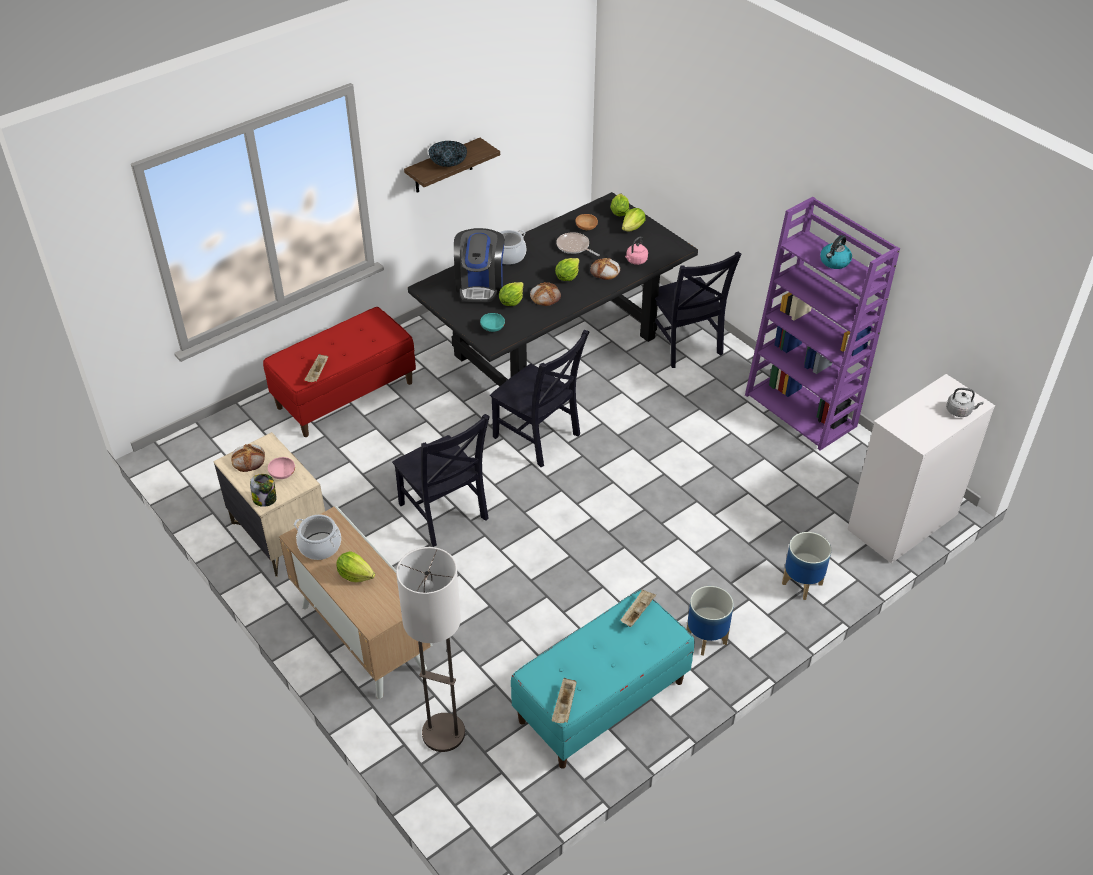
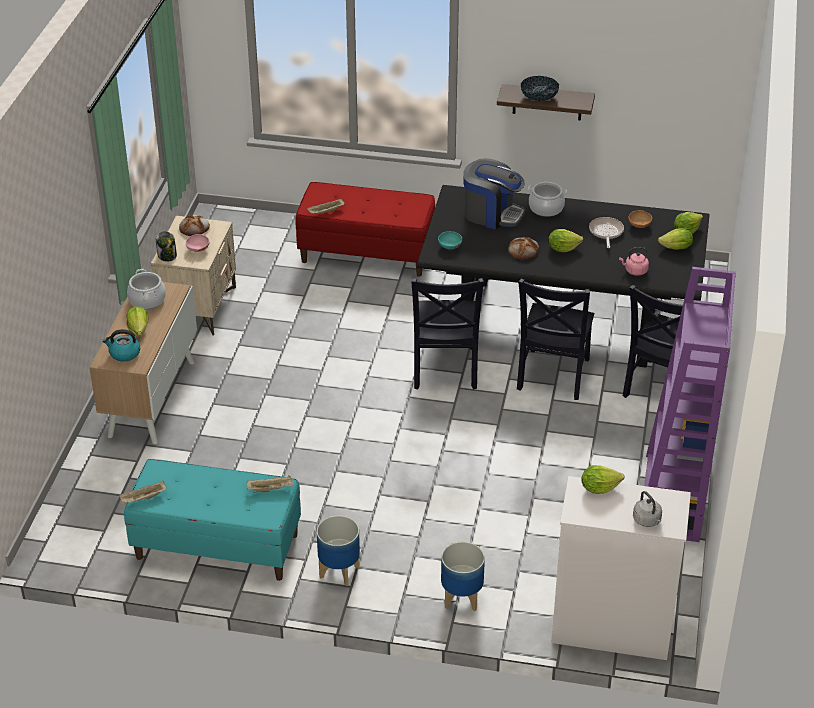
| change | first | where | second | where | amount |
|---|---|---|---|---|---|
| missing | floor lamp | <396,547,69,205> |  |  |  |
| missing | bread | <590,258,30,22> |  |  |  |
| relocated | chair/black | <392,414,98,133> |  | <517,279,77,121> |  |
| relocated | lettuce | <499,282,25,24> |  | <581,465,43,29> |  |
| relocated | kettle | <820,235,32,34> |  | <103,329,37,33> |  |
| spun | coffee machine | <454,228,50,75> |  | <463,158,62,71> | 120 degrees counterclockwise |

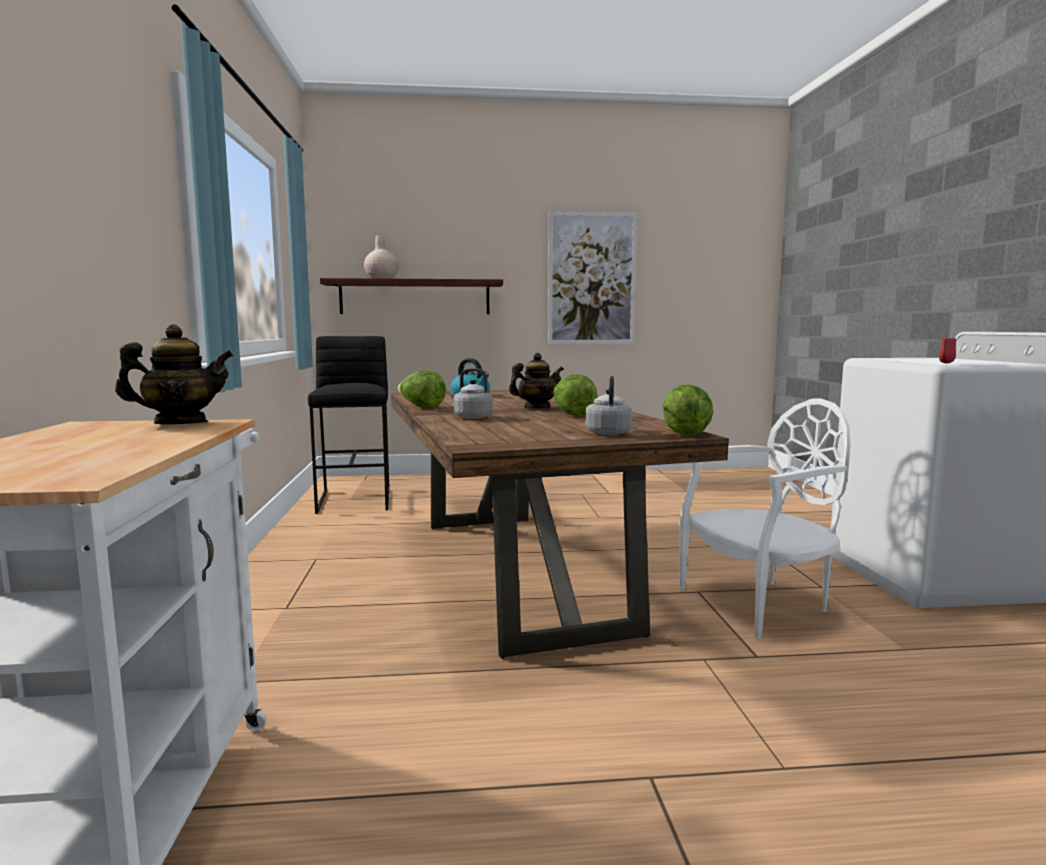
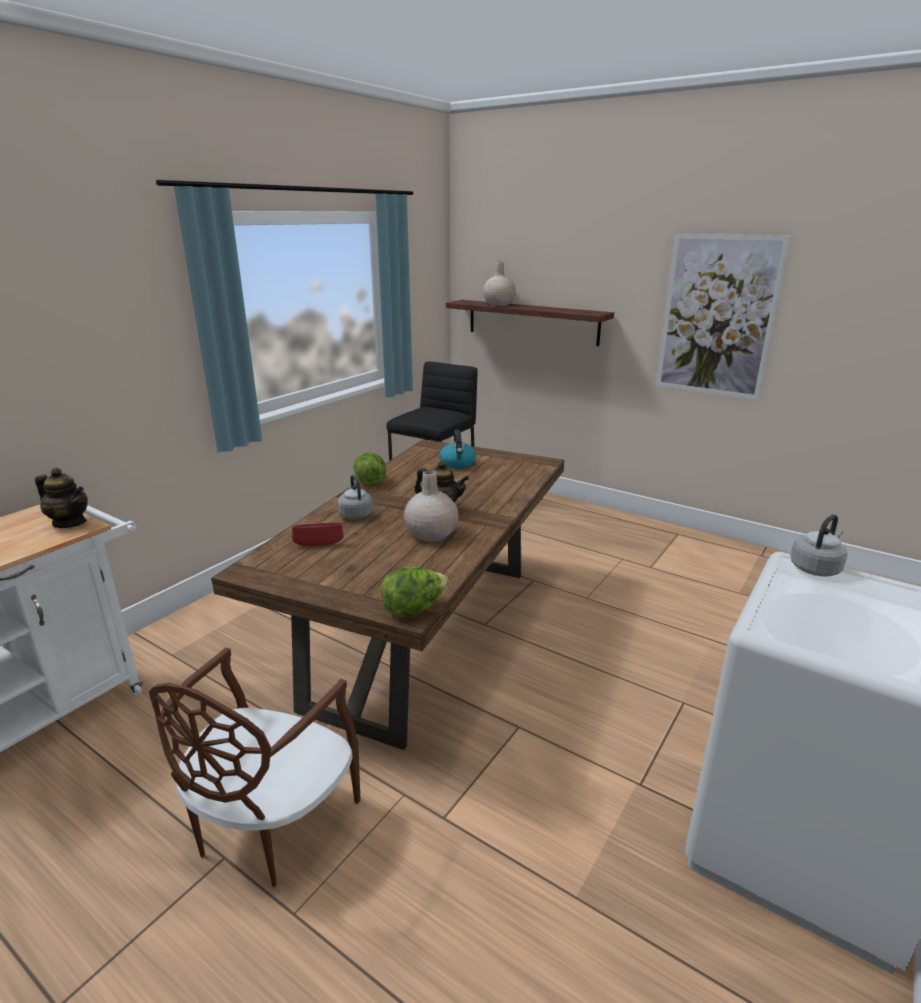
| change | first | where | second | where | amount |
|---|---|---|---|---|---|
| missing | chair/white | <679,399,171,240> |  |  |  |
| appeared |  |  | chair/brown | <149,647,212,240> |  |
| relocated | kettle/grey | <585,376,47,59> |  | <790,514,58,63> |  |
| relocated | bowl/red | <939,338,17,25> |  | <292,523,52,23> |  |
| exchanged | lettuce | <553,374,44,42> | vase/beige | <404,470,54,72> |  |

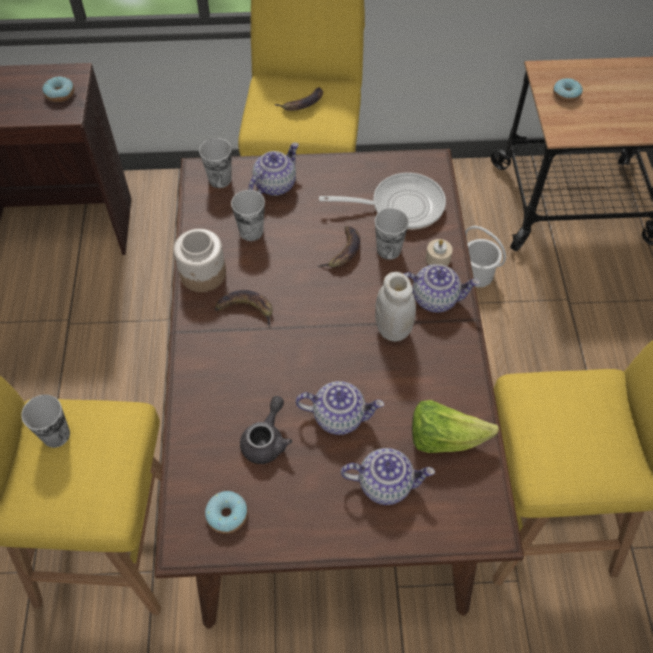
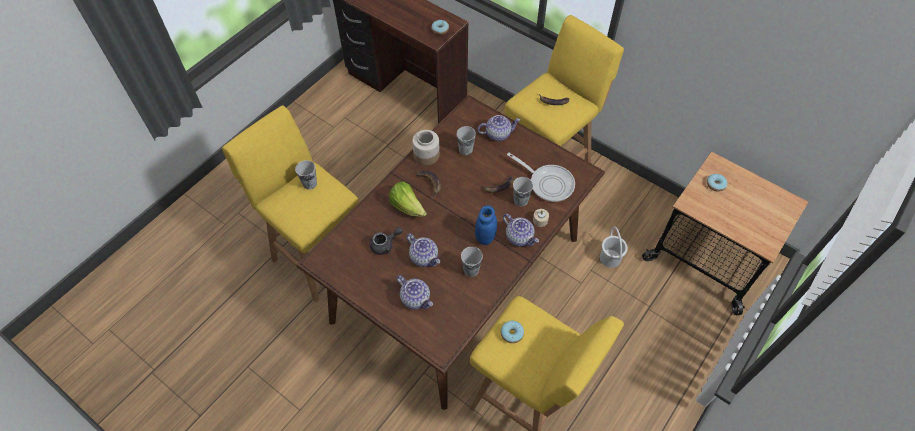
| change | first | where | second | where | amount |
|---|---|---|---|---|---|
| relocated | cup | <199,138,32,50> |  | <461,247,22,30> |  |
| relocated | donut | <205,491,43,43> |  | <501,321,23,22> |  |
| relocated | lettuce | <412,400,87,53> |  | <389,181,38,36> |  |
| colour | jar/white | <375,272,41,70> | jar/blue | <475,206,22,39> |  |

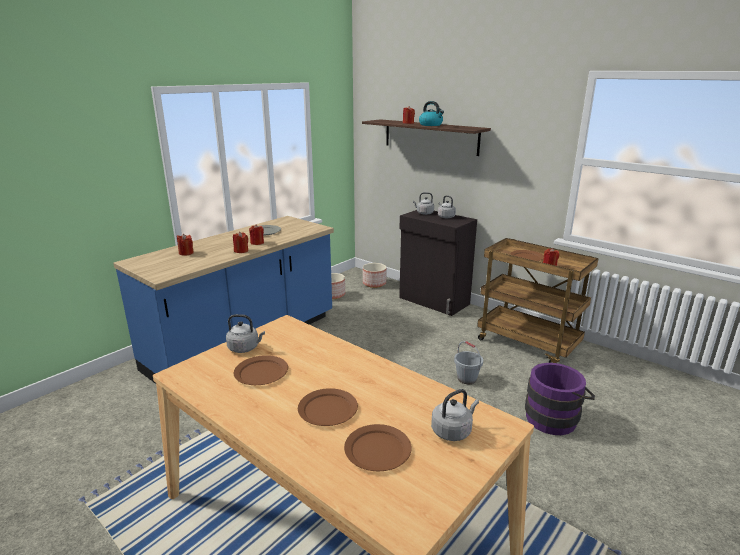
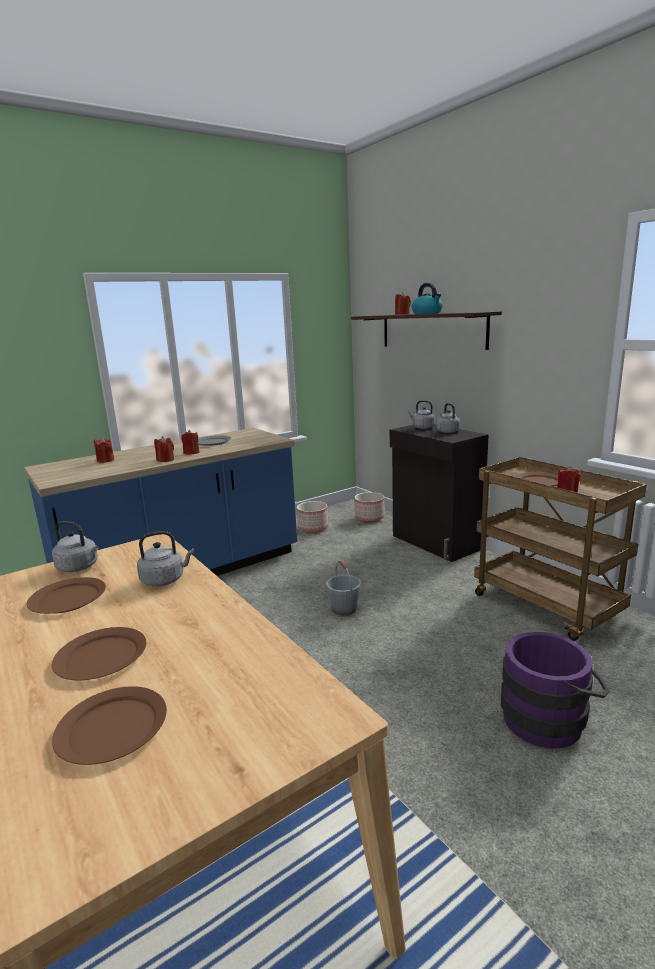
| change | first | where | second | where | amount |
|---|---|---|---|---|---|
| relocated | kettle/grey | <431,389,48,52> |  | <137,531,57,56> |  |
| relocated | bucket/grey | <454,341,29,43> |  | <326,561,35,54> |  |

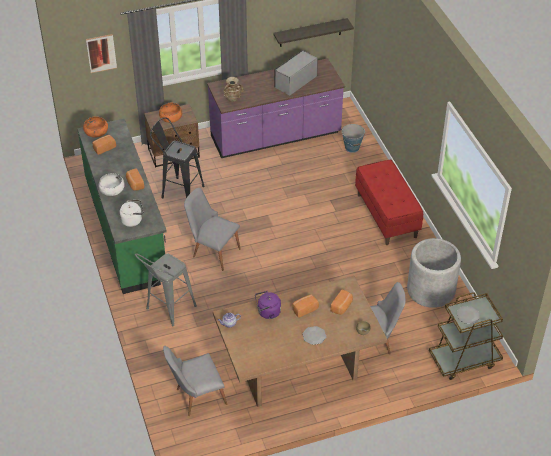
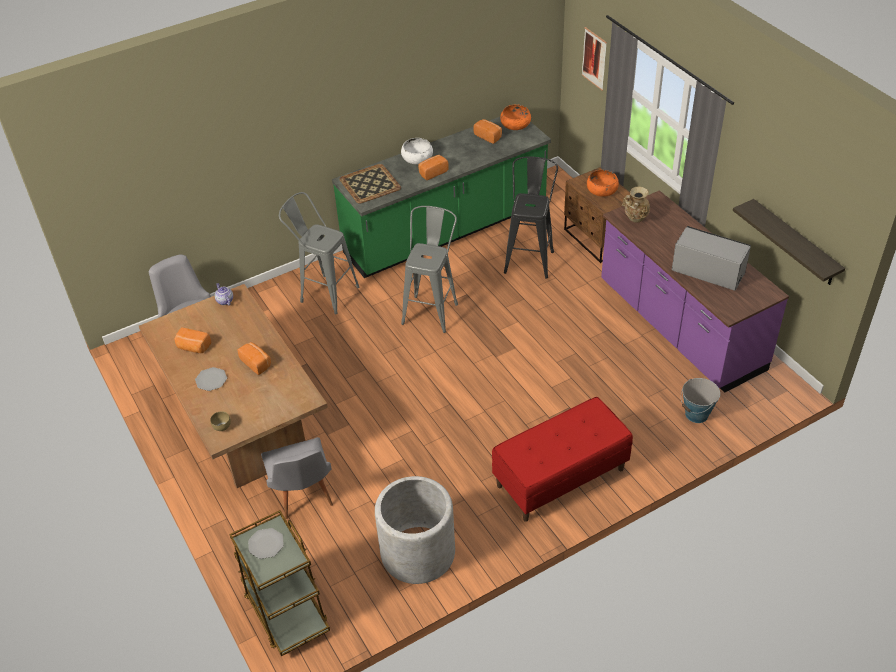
| change | first | where | second | where | amount |
|---|---|---|---|---|---|
| missing | kettle/purple | <255,291,26,28> |  |  |  |
| relocated | bread | <330,289,23,26> |  | <174,327,37,26> |  |
| exchanged | kettle/white | <119,200,25,27> | tray | <340,164,61,40> |  |
| exchanged | chair/grey | <184,188,57,83> | stool/grey | <401,206,57,127> |  |

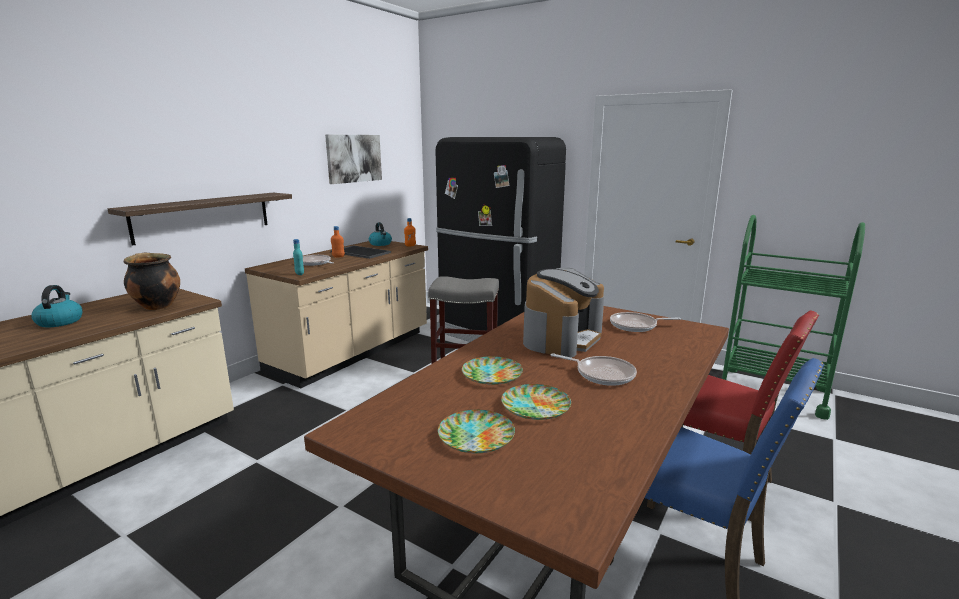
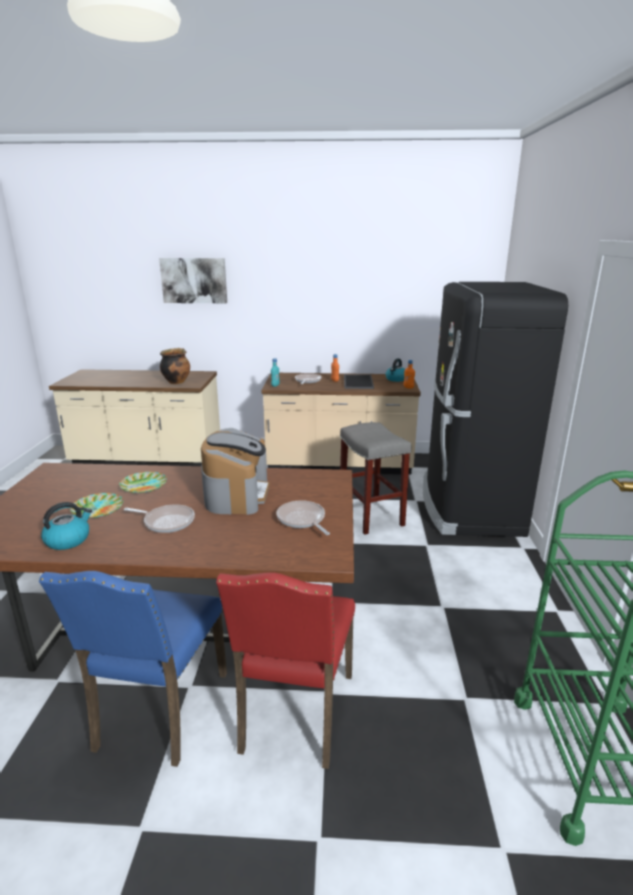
| change | first | where | second | where | amount |
|---|---|---|---|---|---|
| missing | shelf | <108,193,184,53> |  |  |  |
| missing | plate | <438,410,77,43> |  |  |  |
| relocated | kettle | <31,285,51,43> |  | <41,502,51,48> |  |
| relocated | picture | <325,134,57,50> |  | <159,258,68,45> |  |
| spun | coffee machine | <523,268,81,90> |  | <201,428,69,87> | 90 degrees counterclockwise |
| spun | frying pan | <551,353,86,33> |  | <124,504,71,29> | 75 degrees counterclockwise |

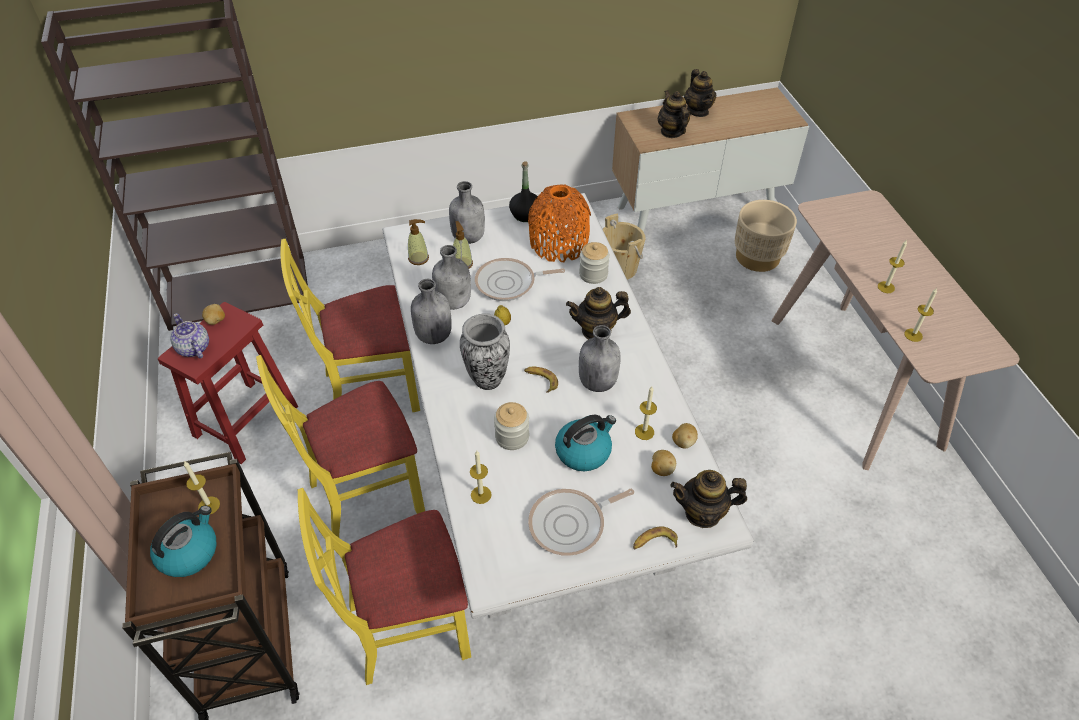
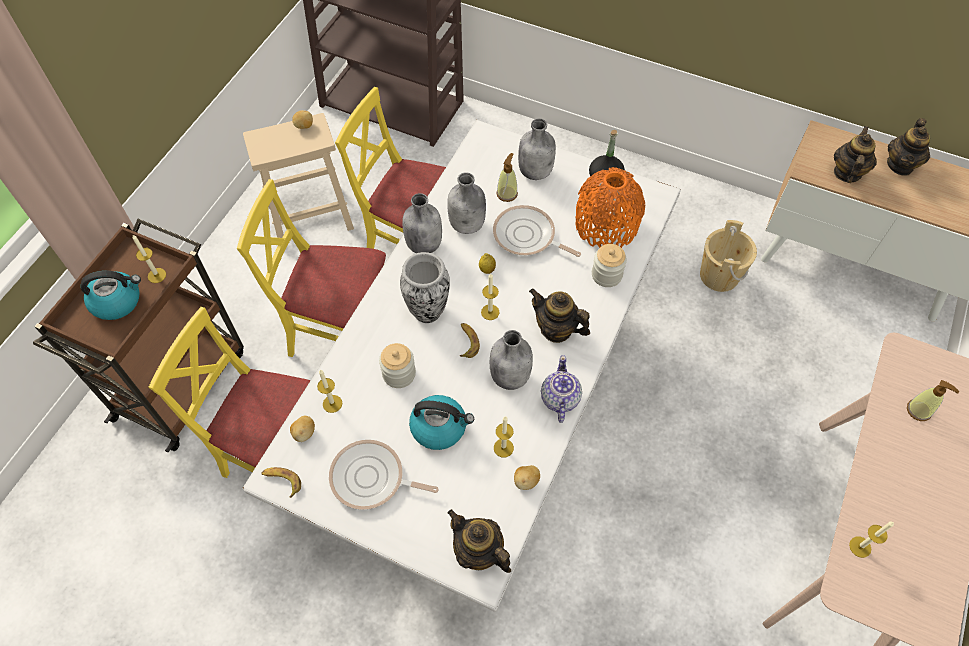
| change | first | where | second | where | amount |
|---|---|---|---|---|---|
| missing | planter/beige | <735,200,62,72> |  |  |  |
| relocated | teapot | <170,313,39,46> |  | <541,355,41,68> |  |
| relocated | soap dispenser | <408,219,21,46> |  | <907,380,52,41> |  |
| relocated | banana | <633,526,45,23> |  | <261,467,40,31> |  |
| relocated | potato | <651,450,25,26> |  | <290,416,25,26> |  |
| relocated | candle | <878,240,29,53> |  | <481,274,19,46> |  |
| colour | stool/red | <158,302,140,162> | stool/beige | <243,113,111,125> |  |

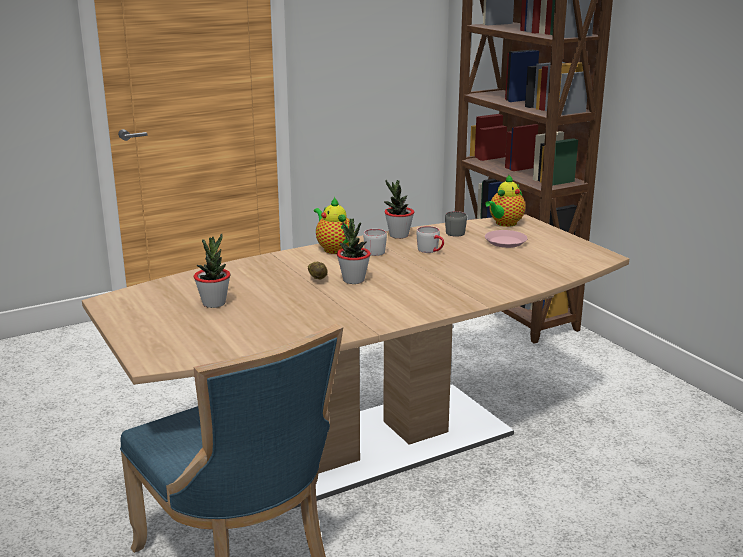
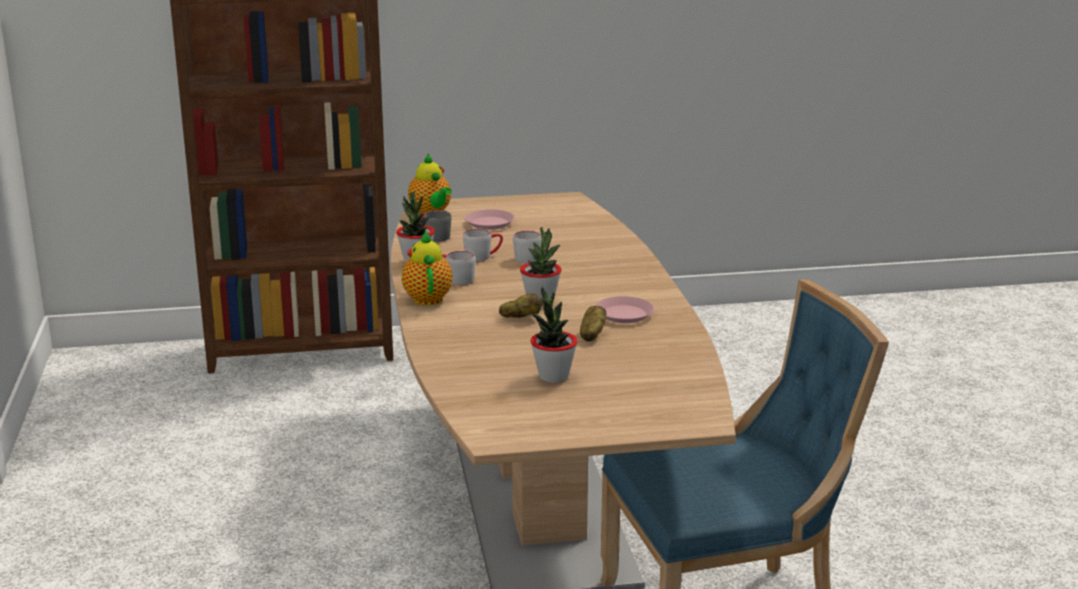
| change | first | where | second | where | amount |
|---|---|---|---|---|---|
| appeared |  |  | mug/grey | <513,231,28,33> |  |
| appeared |  |  | potato | <580,306,27,36> |  |
| appeared |  |  | plate/pink | <595,296,59,27> |  |
| spun | teapot | <314,197,36,57> |  | <402,230,50,75> | 90 degrees clockwise |

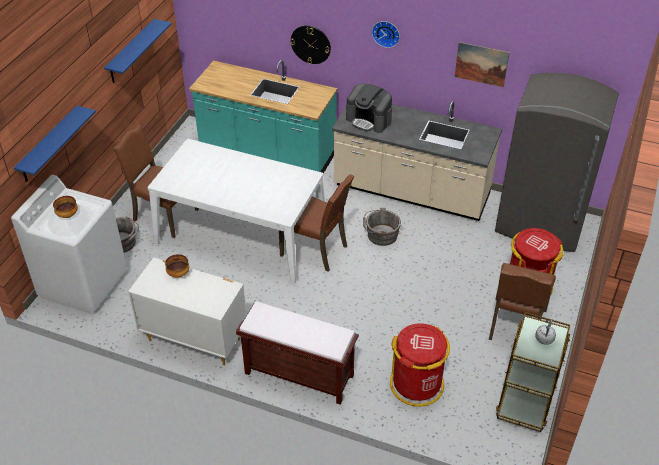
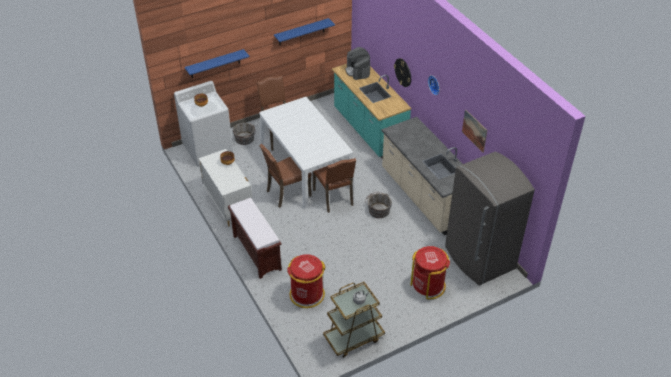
| change | first | where | second | where | amount |
|---|---|---|---|---|---|
| relocated | coffee machine | <346,84,46,49> |  | <345,47,25,33> |  |
| relocated | chair/brown | <489,263,67,77> |  | <259,144,53,64> |  |

